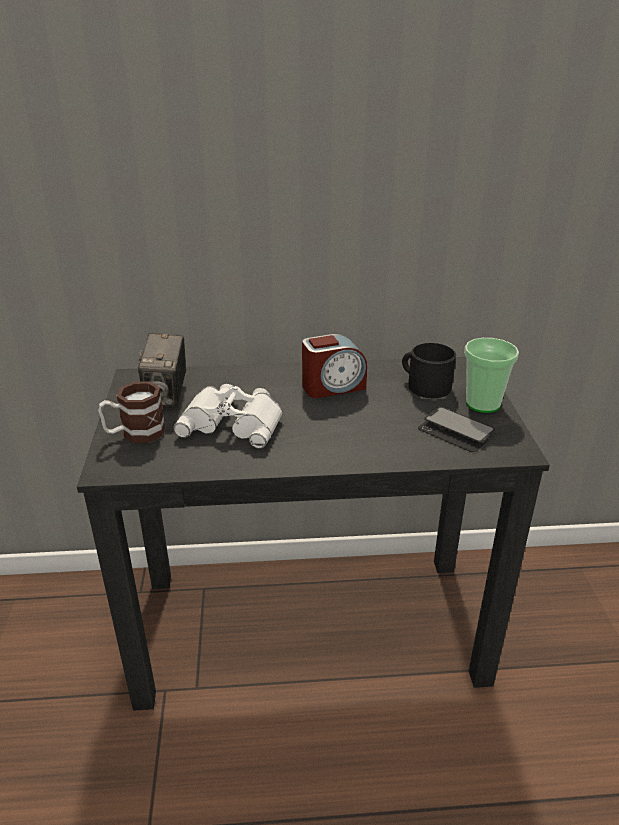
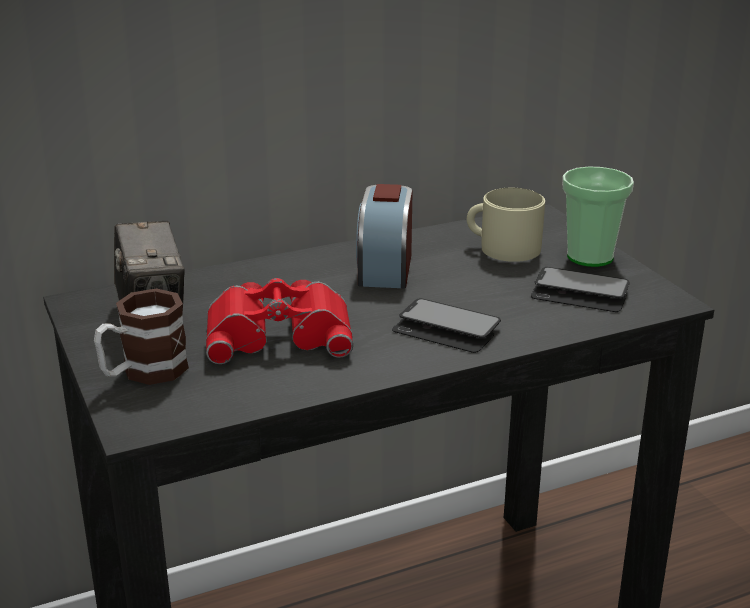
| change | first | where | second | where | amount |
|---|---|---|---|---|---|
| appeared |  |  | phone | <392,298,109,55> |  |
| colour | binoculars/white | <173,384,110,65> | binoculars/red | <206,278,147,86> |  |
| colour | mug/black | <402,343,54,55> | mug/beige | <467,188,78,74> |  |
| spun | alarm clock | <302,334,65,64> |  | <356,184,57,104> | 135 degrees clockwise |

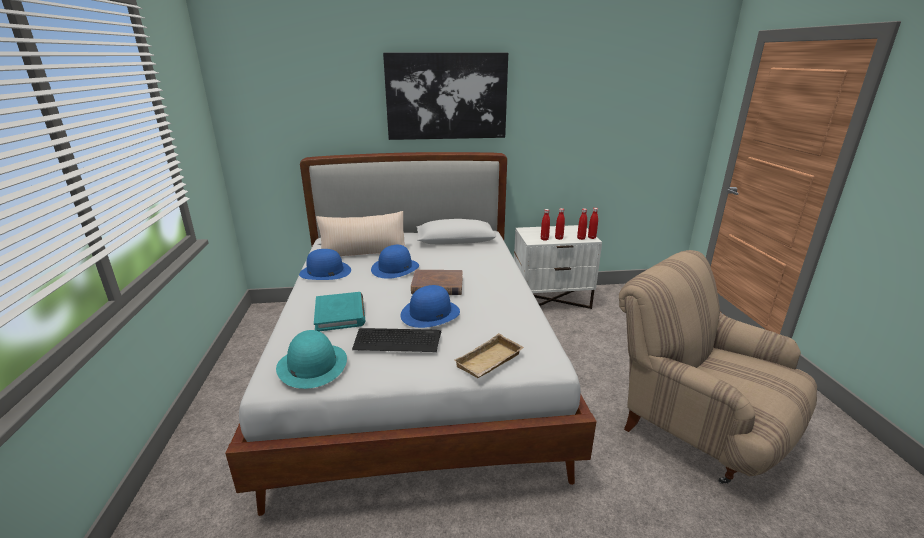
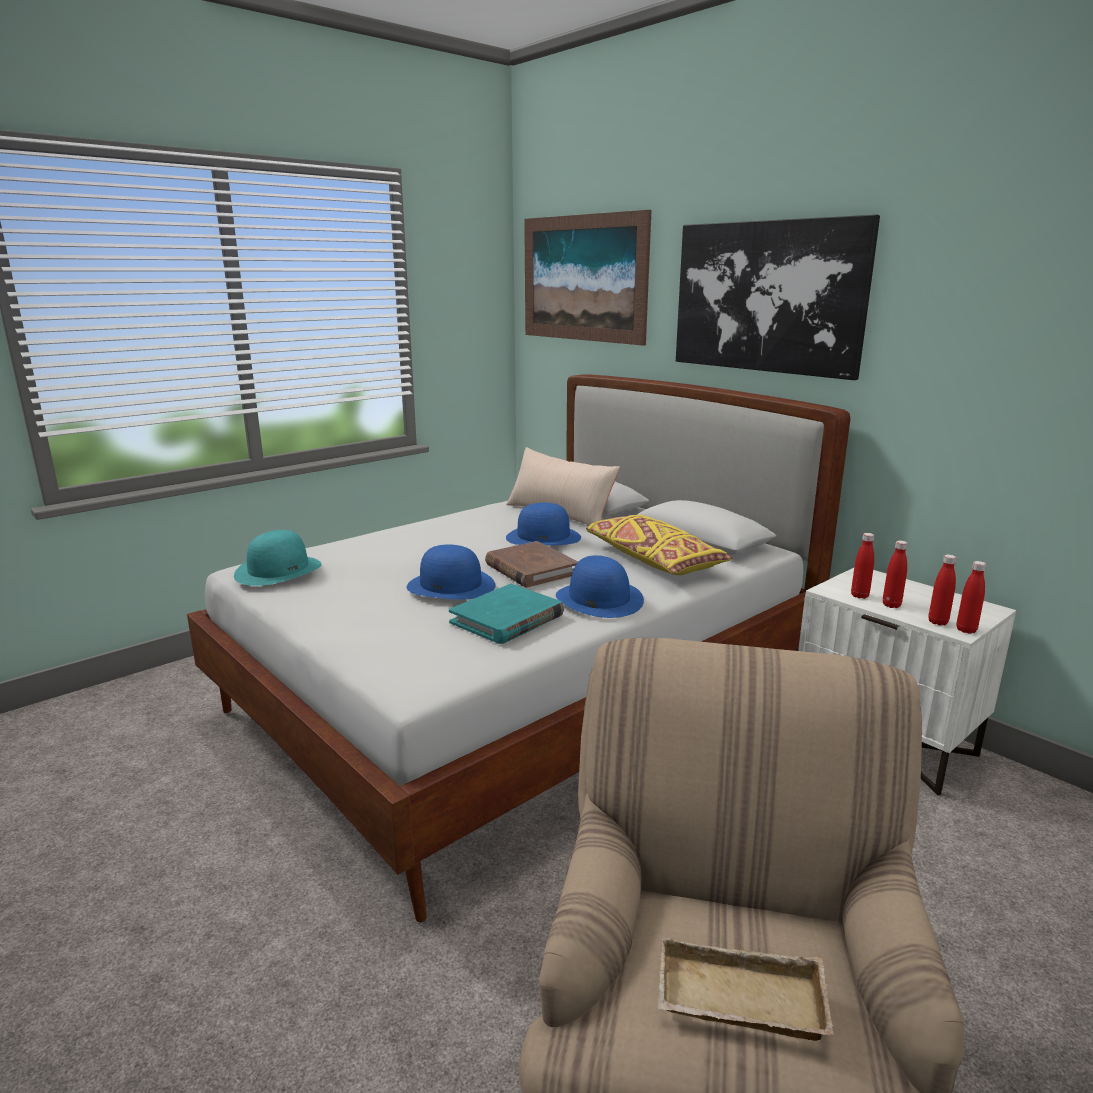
| change | first | where | second | where | amount |
|---|---|---|---|---|---|
| missing | keyboard | <352,328,89,24> |  |  |  |
| appeared |  |  | picture | <524,210,128,136> |  |
| appeared |  |  | pillow/yellow | <586,515,147,60> |  |
| relocated | hat/blue | <299,249,52,31> |  | <556,555,88,63> |  |
| relocated | book/turquoise | <314,292,51,39> |  | <449,584,115,60> |  |
| relocated | tray/beige | <454,333,70,45> |  | <657,937,177,104> |  |

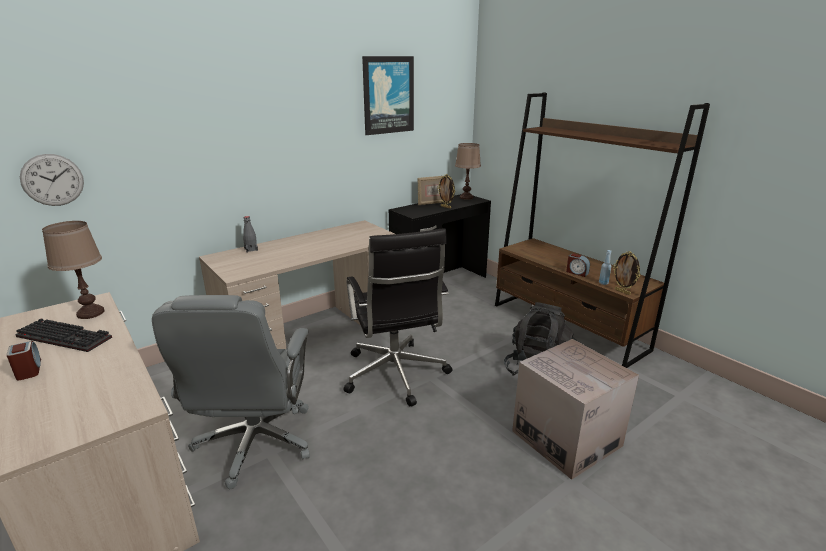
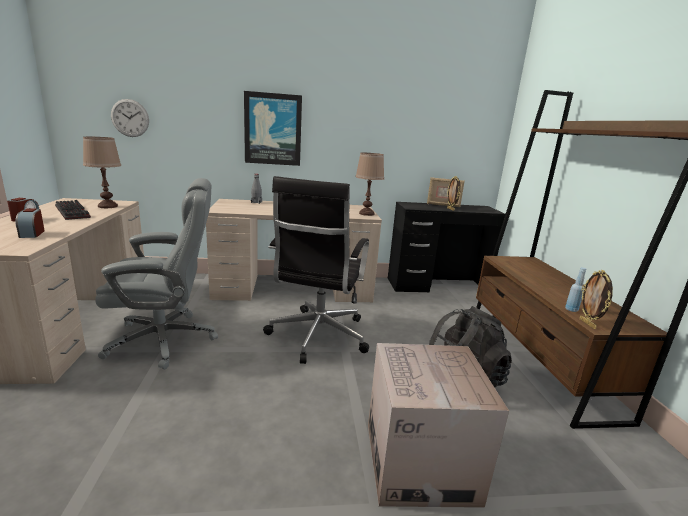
| change | first | where | second | where | amount |
|---|---|---|---|---|---|
| relocated | picture | <362,56,52,79> |  | <244,91,58,75> |  |
| relocated | table lamp/brown | <455,143,26,57> |  | <355,153,29,63> |  |
| relocated | alarm clock | <566,253,24,24> |  | <15,208,30,30> |  |
| spun | office chair/grey | <152,295,158,194> |  | <95,178,123,191> | 135 degrees counterclockwise |

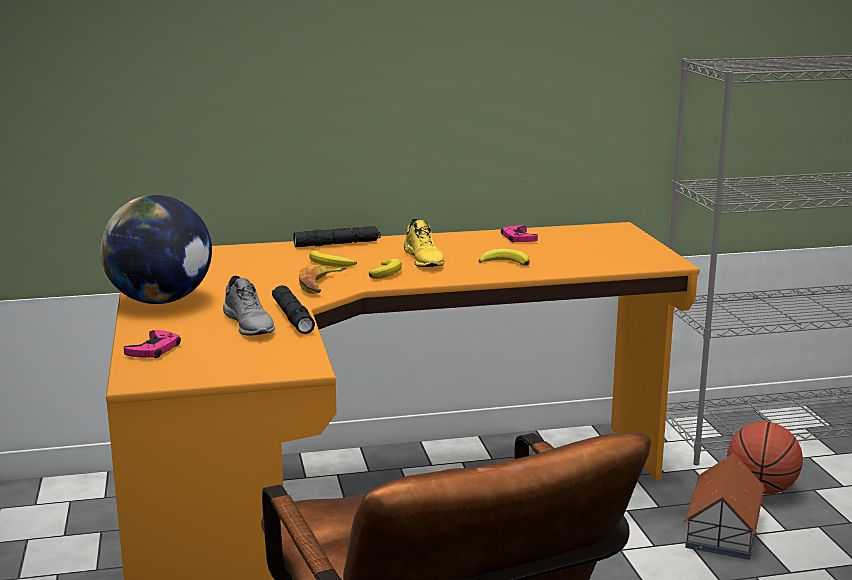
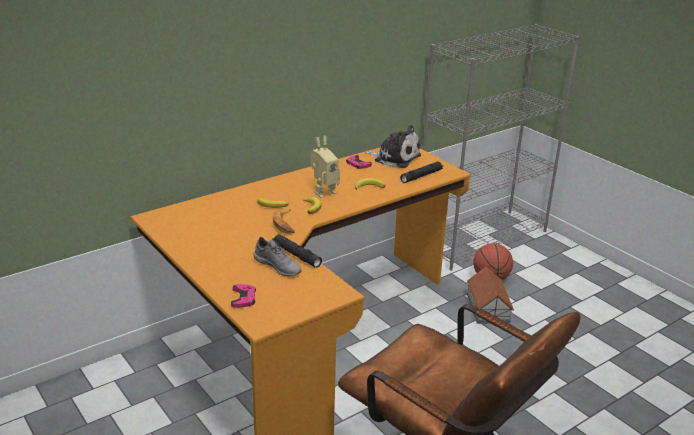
| change | first | where | second | where | amount |
|---|---|---|---|---|---|
| missing | globe | <100,195,112,109> |  |  |  |
| appeared |  |  | plush toy | <365,125,56,43> |  |
| relocated | flashlight/black | <293,226,88,21> |  | <400,162,43,21> |  |
| exchanged | shoe/yellow | <404,219,41,48> | toy robot | <311,136,29,62> |  |

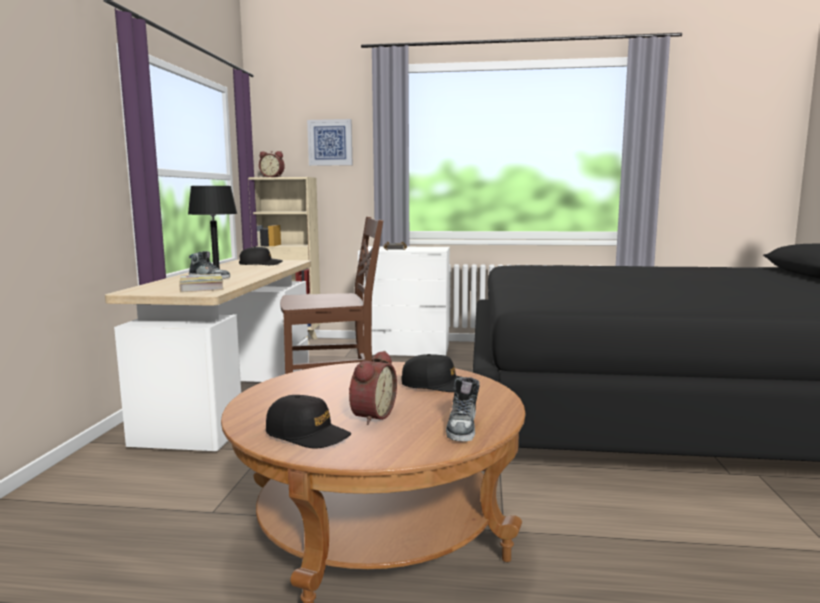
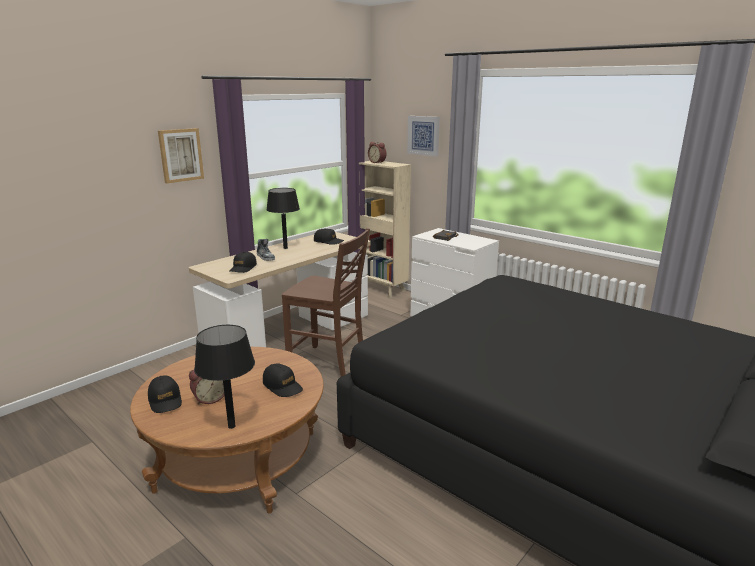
| change | first | where | second | where | amount |
|---|---|---|---|---|---|
| appeared |  |  | picture | <158,128,46,55> |  |
| exchanged | book | <179,274,45,18> | cap/black | <230,252,27,21> |  |
| exchanged | shoe | <446,377,34,64> | table lamp/black | <194,325,61,104> |  |

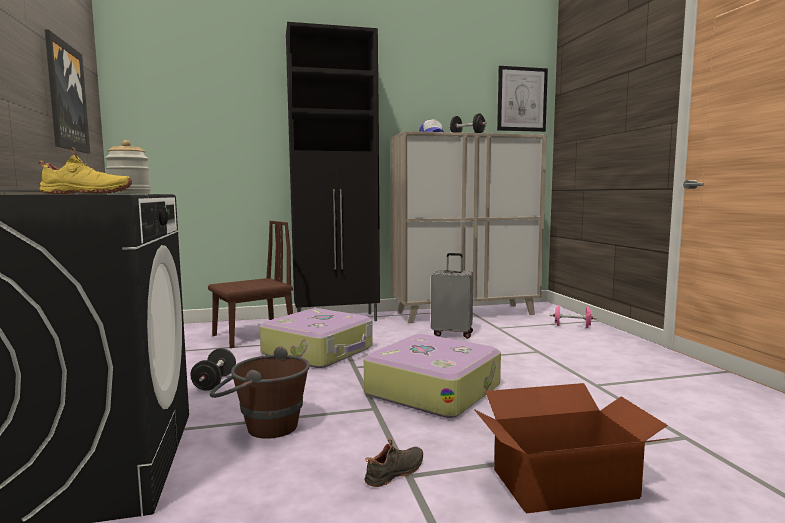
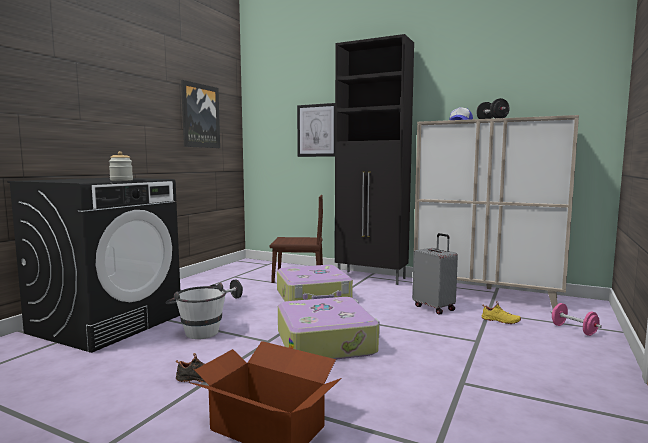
| change | first | where | second | where | amount |
|---|---|---|---|---|---|
| relocated | shoe/yellow | <39,147,93,47> |  | <482,301,39,23> |  |
| relocated | picture | <497,66,51,66> |  | <297,103,38,54> |  |
| colour | bucket/brown | <210,346,100,93> | bucket/white | <165,282,61,57> |  |

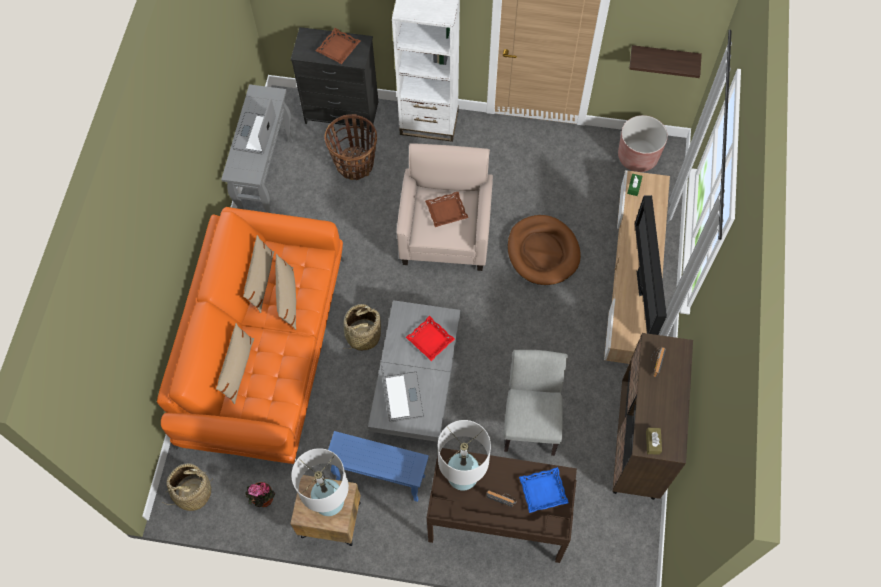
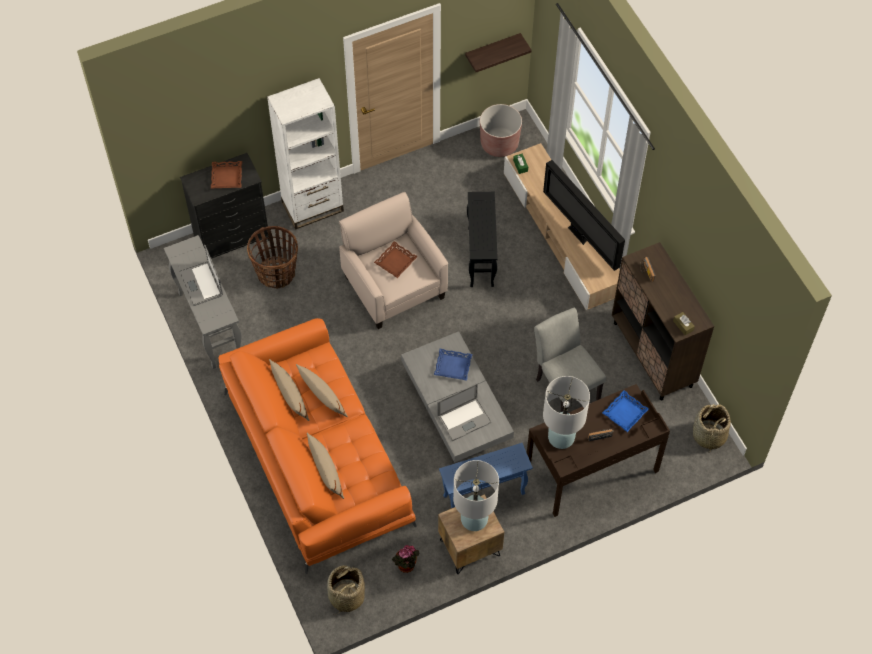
| change | first | where | second | where | amount |
|---|---|---|---|---|---|
| relocated | basket | <343,304,38,47> |  | <693,404,38,49> |  |
| exchanged | dog bed/brown | <507,215,74,70> | side table/black | <467,192,31,95> |  |
| colour | tray/red | <406,316,49,45> | tray/blue | <434,349,38,32> |  |
| spun | laptop | <381,364,43,58> |  | <437,383,55,58> | 105 degrees clockwise |

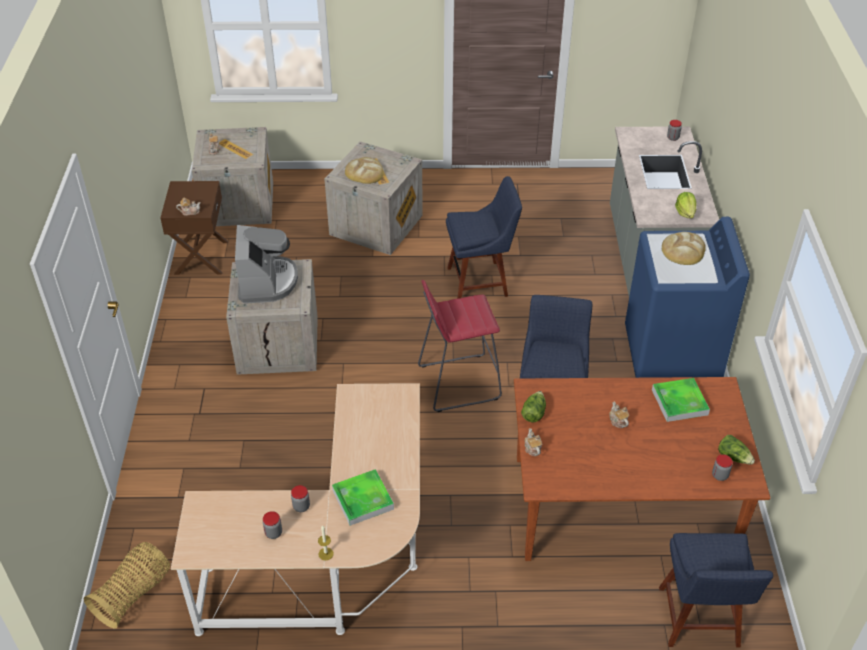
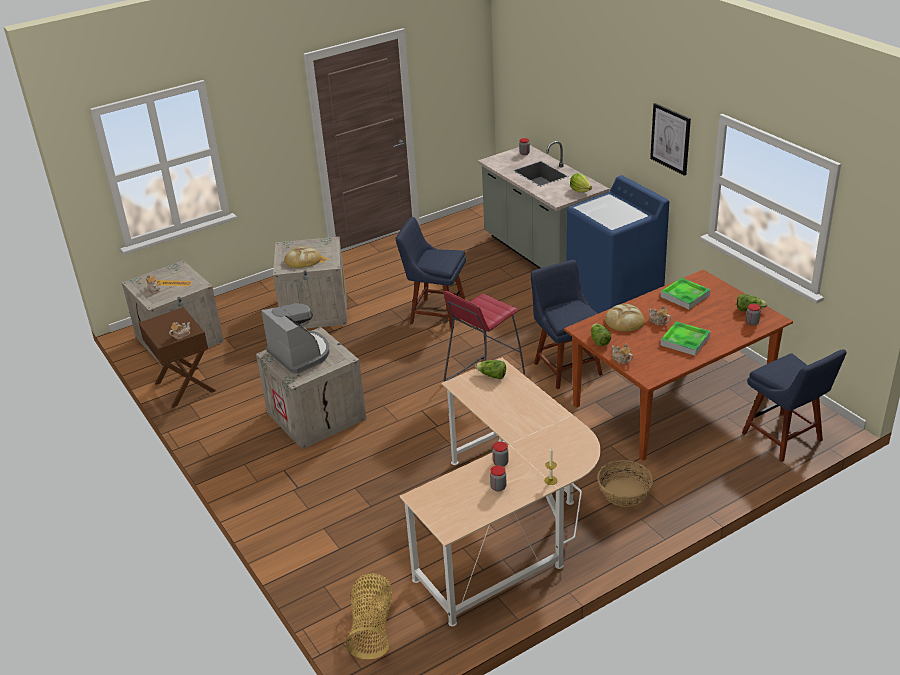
| change | first | where | second | where | amount |
|---|---|---|---|---|---|
| appeared |  |  | lettuce | <475,360,31,19> |  |
| appeared |  |  | basket | <597,460,56,47> |  |
| appeared |  |  | picture | <650,103,41,73> |  |
| relocated | tray | <332,469,62,57> |  | <660,321,51,35> |  |
| relocated | bread | <662,232,44,33> |  | <605,304,40,27> |  |
| spun | chair/blue | <446,176,76,123> |  | <396,217,70,112> | 120 degrees counterclockwise |

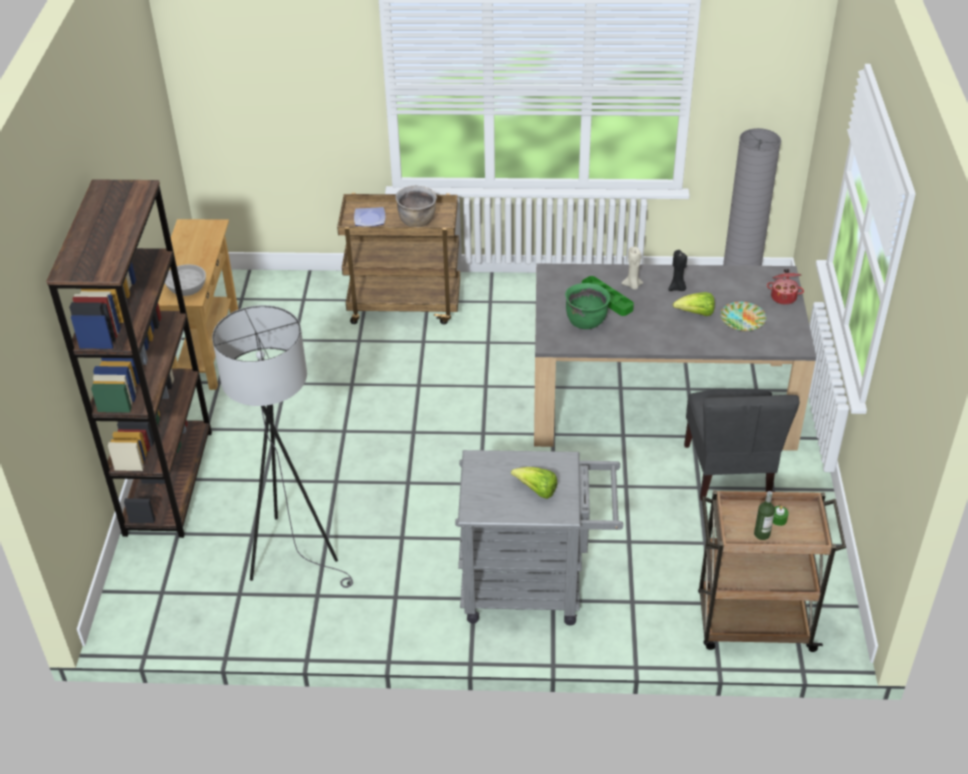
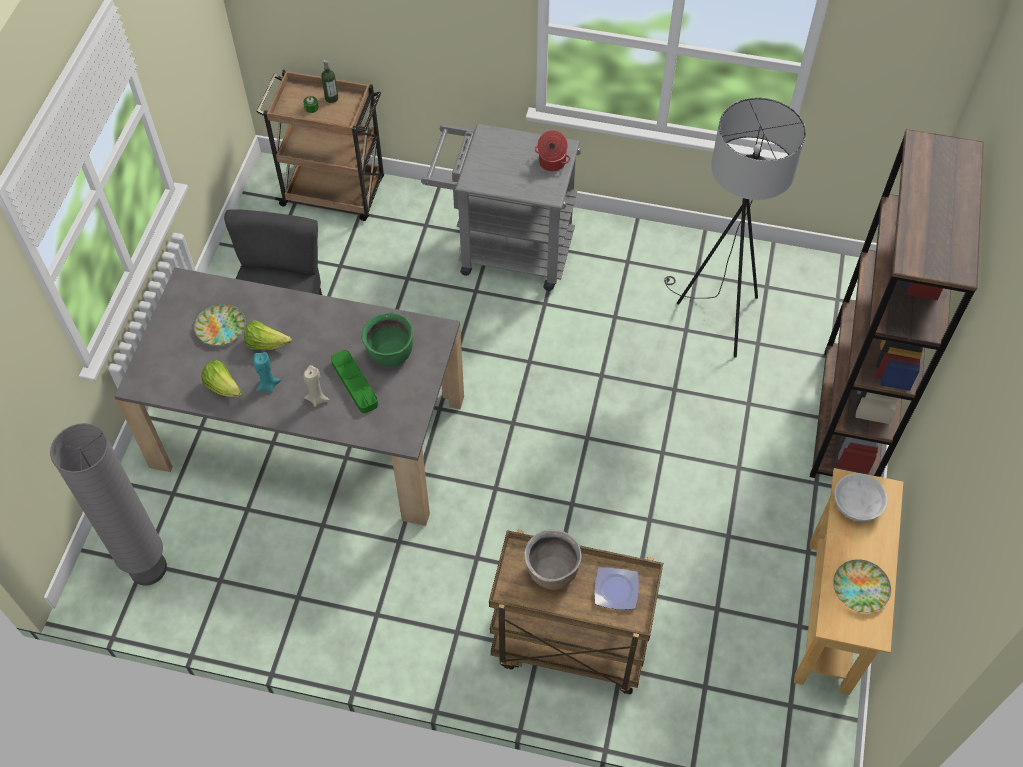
| change | first | where | second | where | amount |
|---|---|---|---|---|---|
| appeared |  |  | plate | <833,559,58,54> |  |
| relocated | lettuce | <511,467,46,32> |  | <201,360,42,37> |  |
| relocated | cooking pot | <767,269,37,36> |  | <535,130,36,41> |  |
| colour | candle/black | <669,250,18,41> | candle/turquoise | <253,352,28,41> |  |

